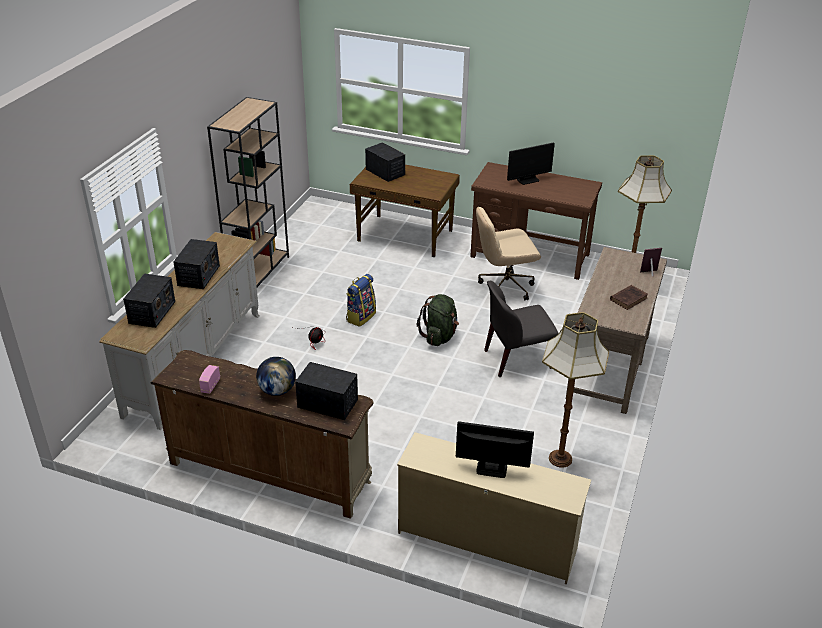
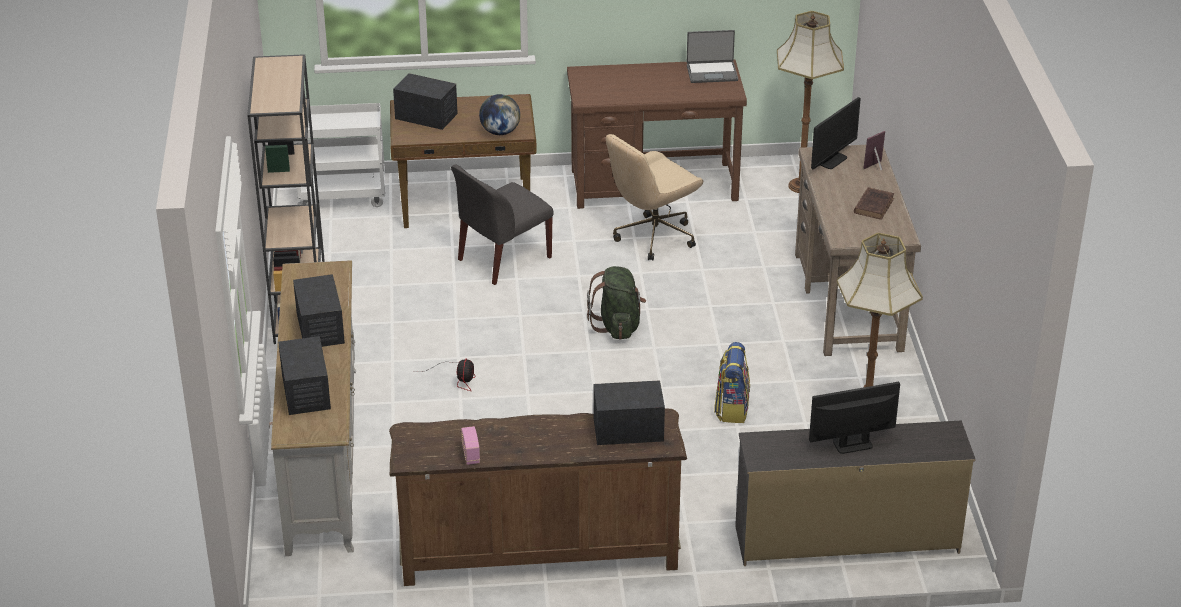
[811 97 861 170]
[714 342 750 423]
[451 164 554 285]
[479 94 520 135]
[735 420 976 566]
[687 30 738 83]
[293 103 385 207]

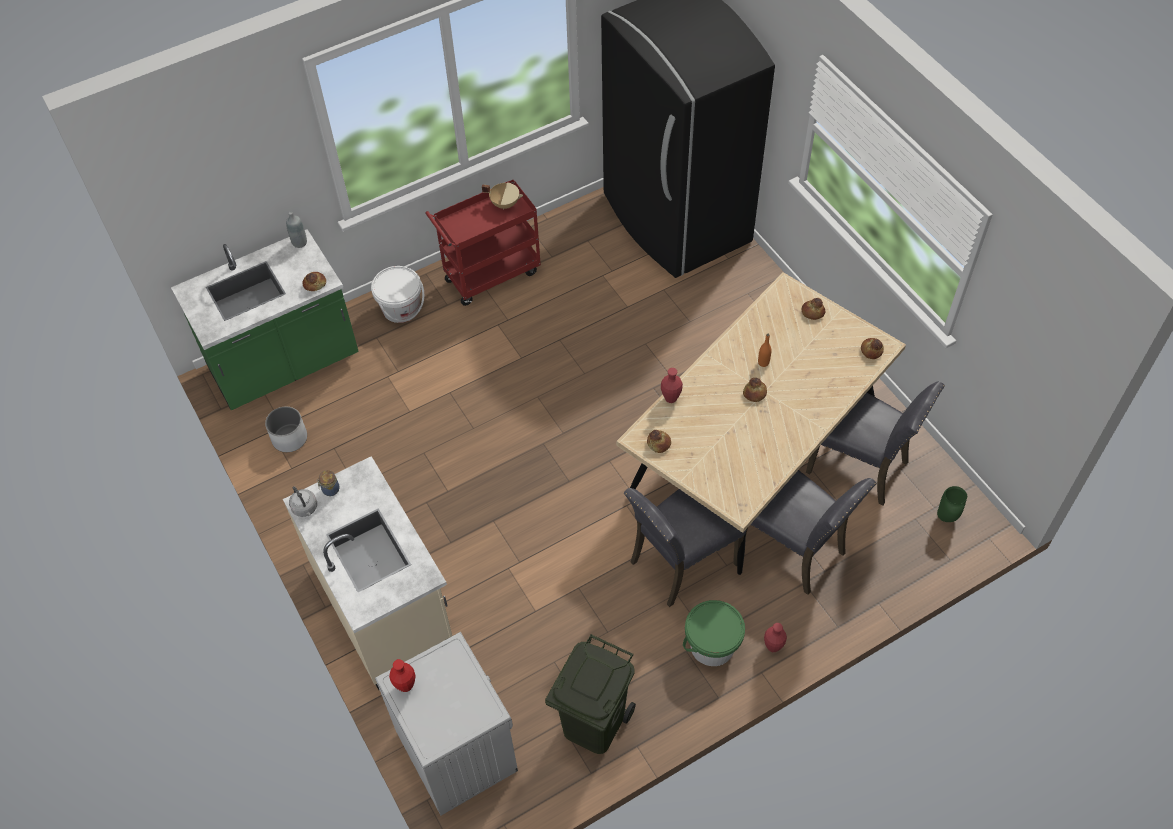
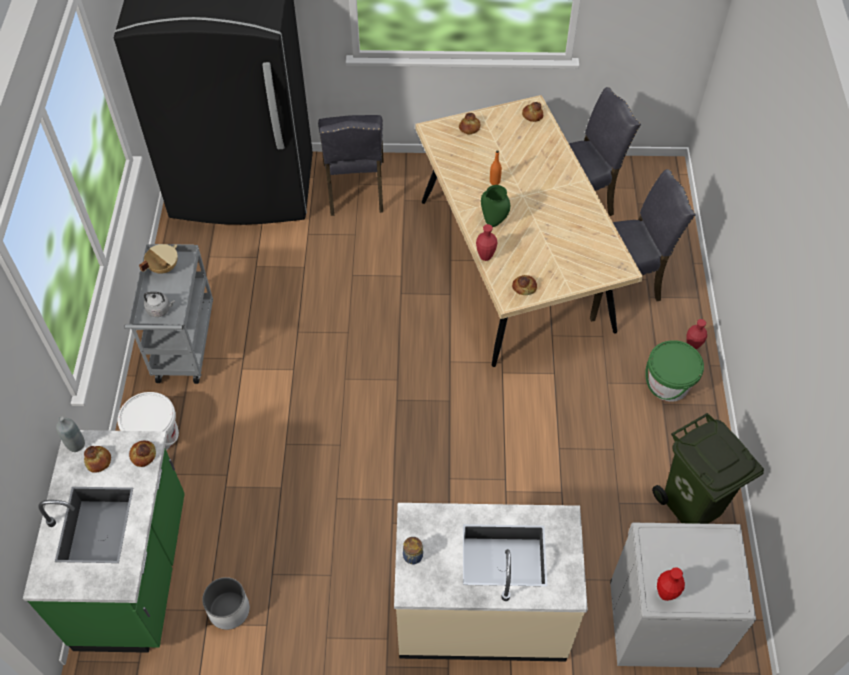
[125 244 213 384]
[84 446 111 473]
[144 292 175 317]
[481 185 510 227]
[318 115 384 216]

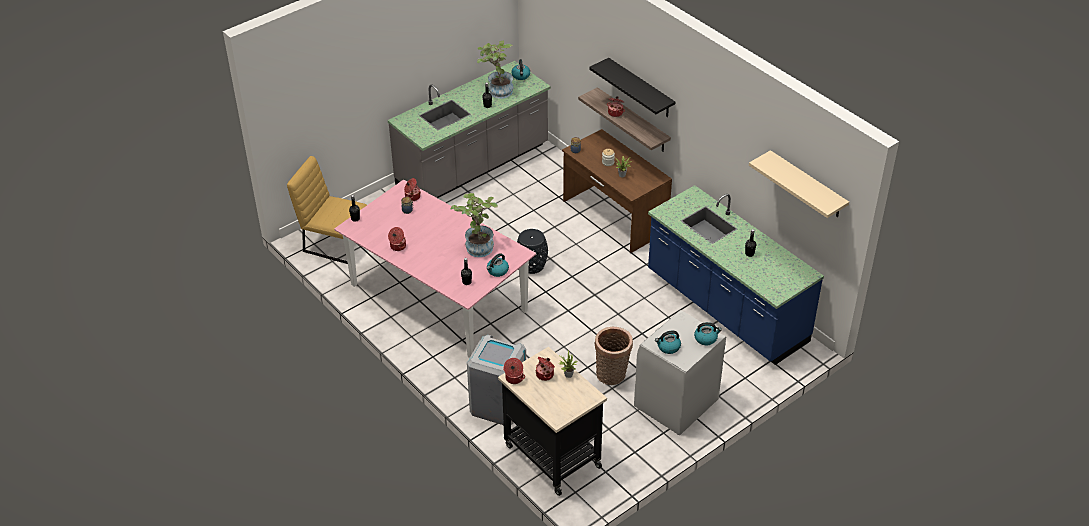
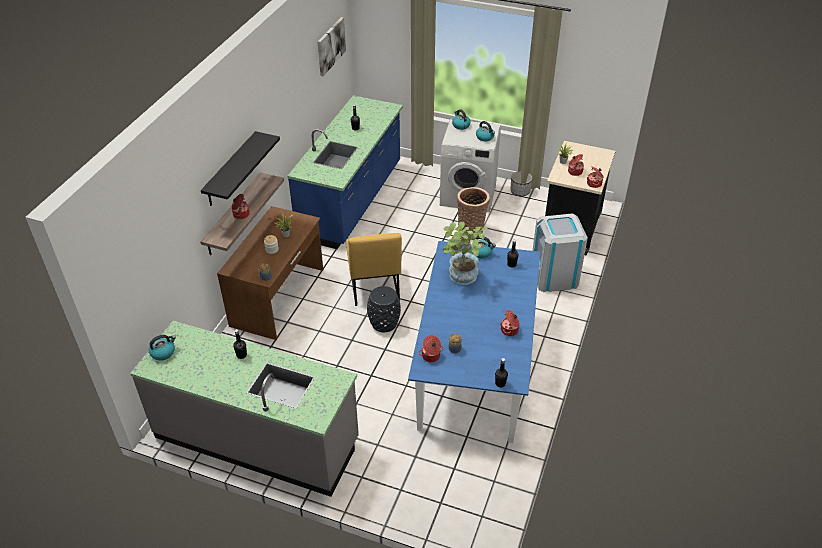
[477 41 513 99] (first image)
[318 17 346 76]
[346 233 402 306]
[408 241 540 443]
[510 171 532 196]

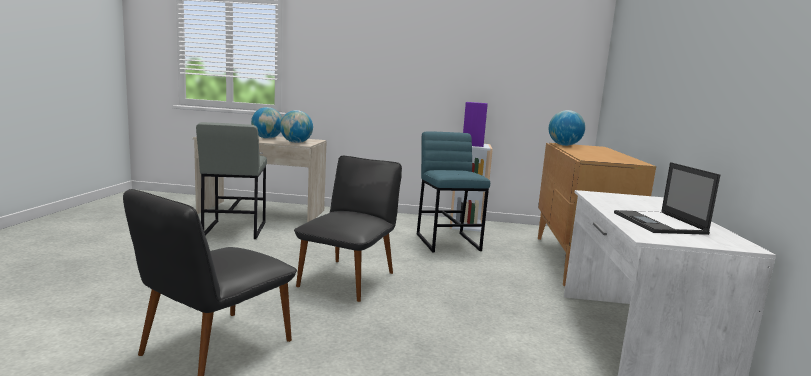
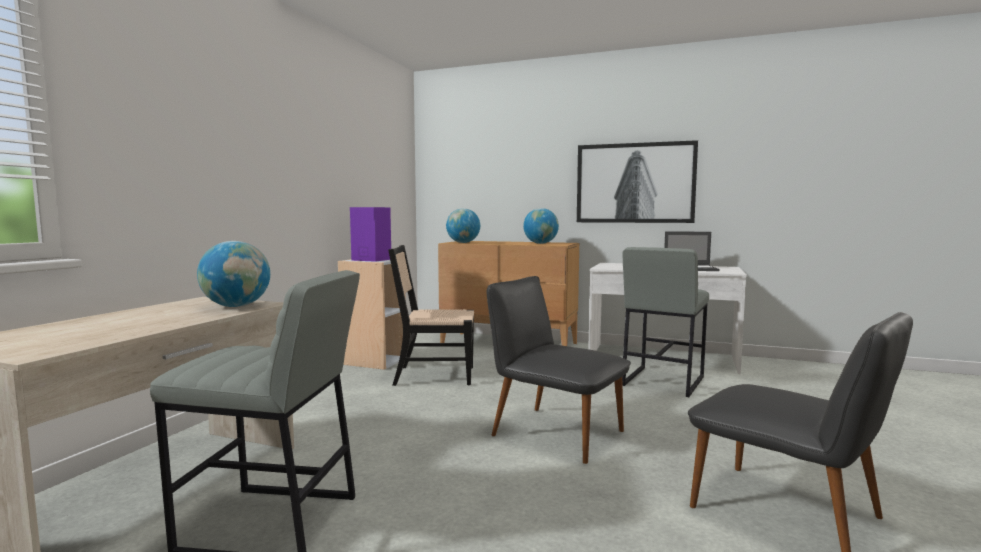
[523 208 559 244]
[388 245 474 386]
[577 140 698 223]
[622 247 709 397]

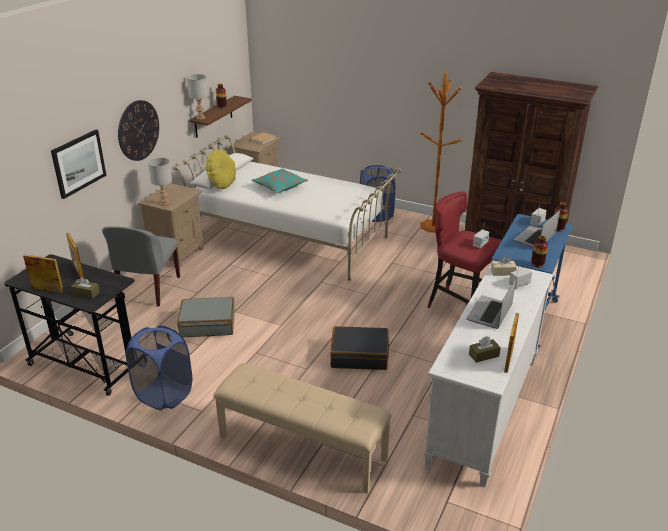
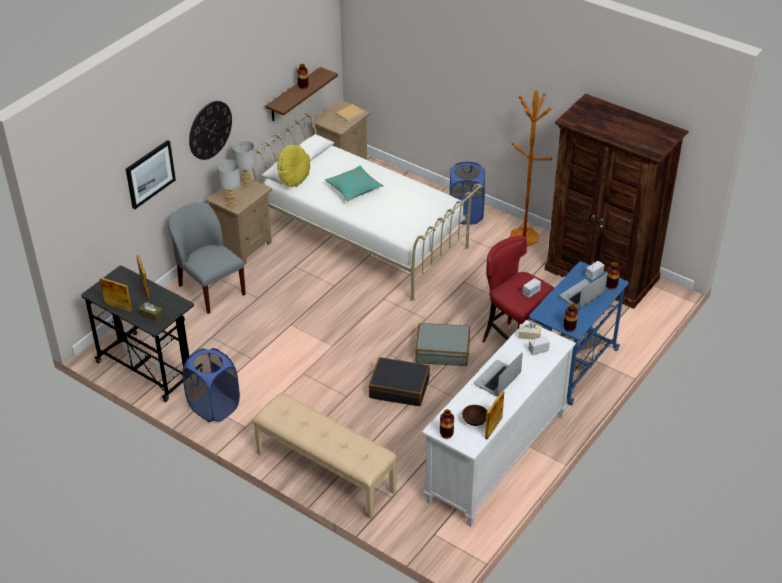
[233 141 255 187]
[168 202 246 314]
[415 323 470 366]
[462 405 487 426]
[440 409 454 439]

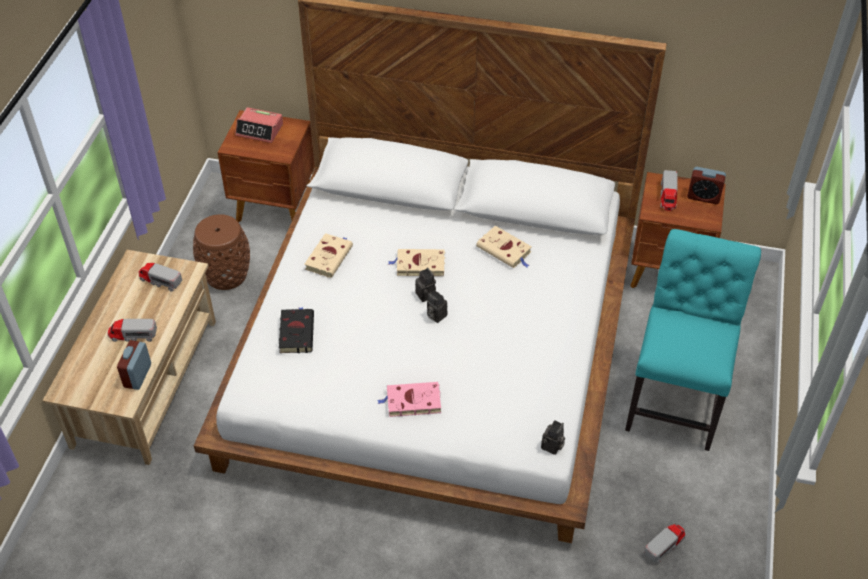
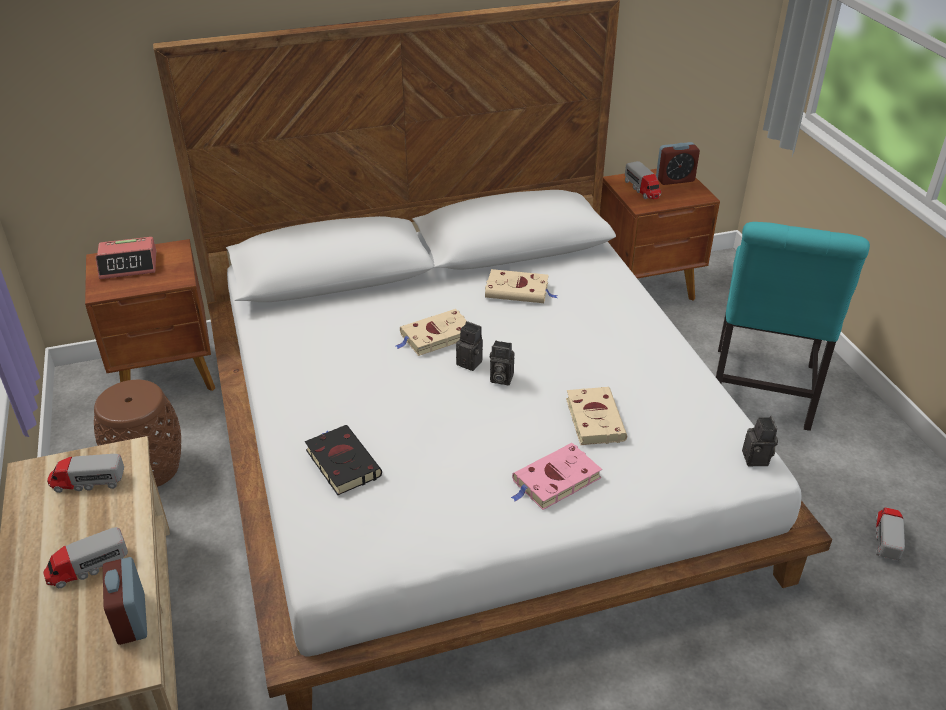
[716 222 870 431]
[566 387 627 445]

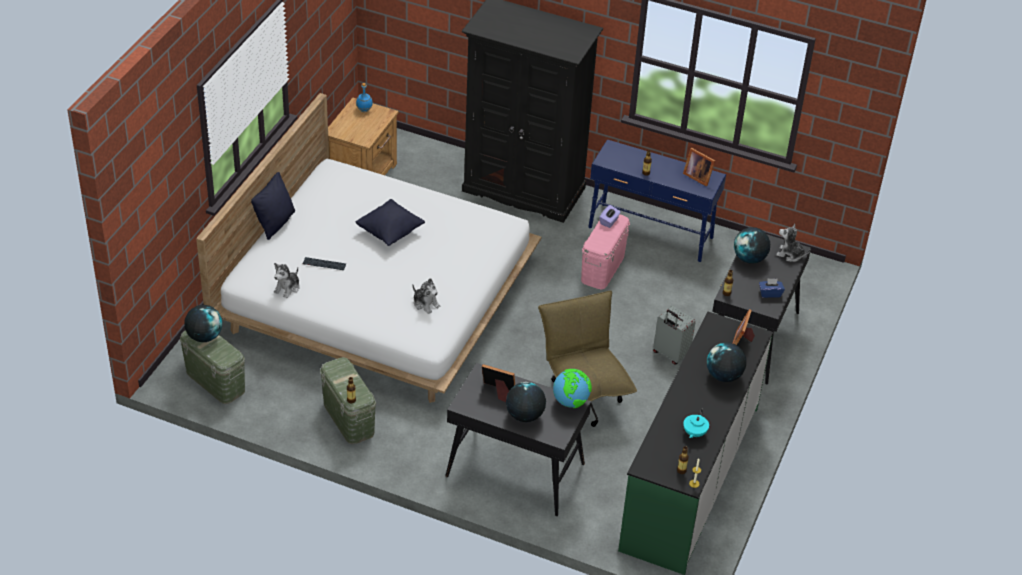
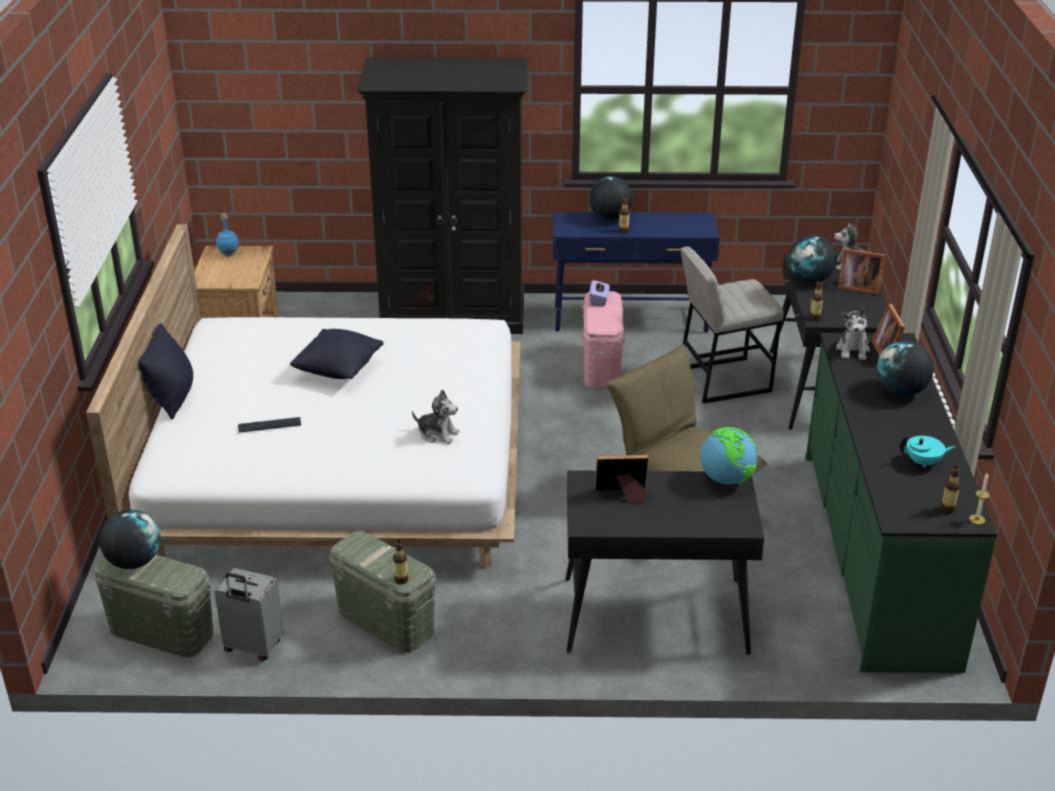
[838 249 885 295]
[836 307 870 360]
[759 278 785 298] (first image)
[214 568 284 661]
[589 176 633 221]
[900 435 956 468]
[680 246 784 404]

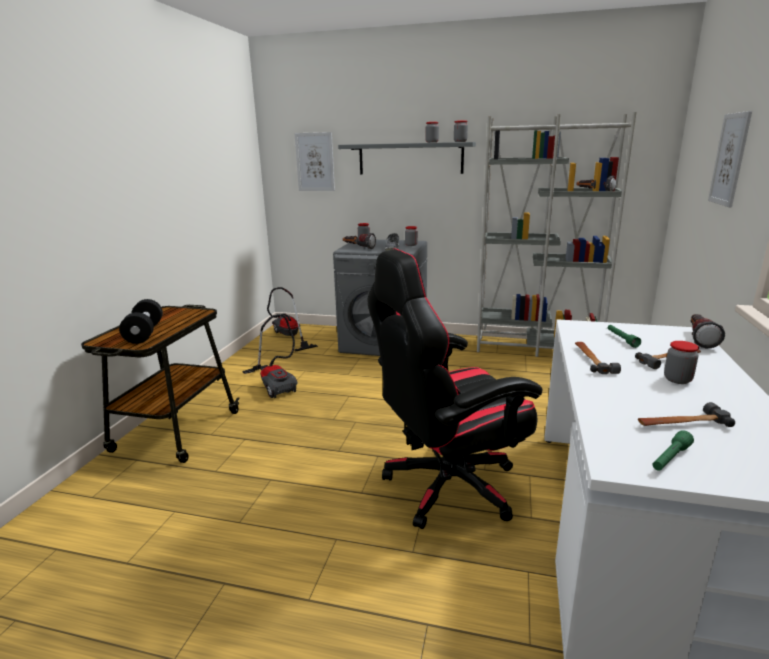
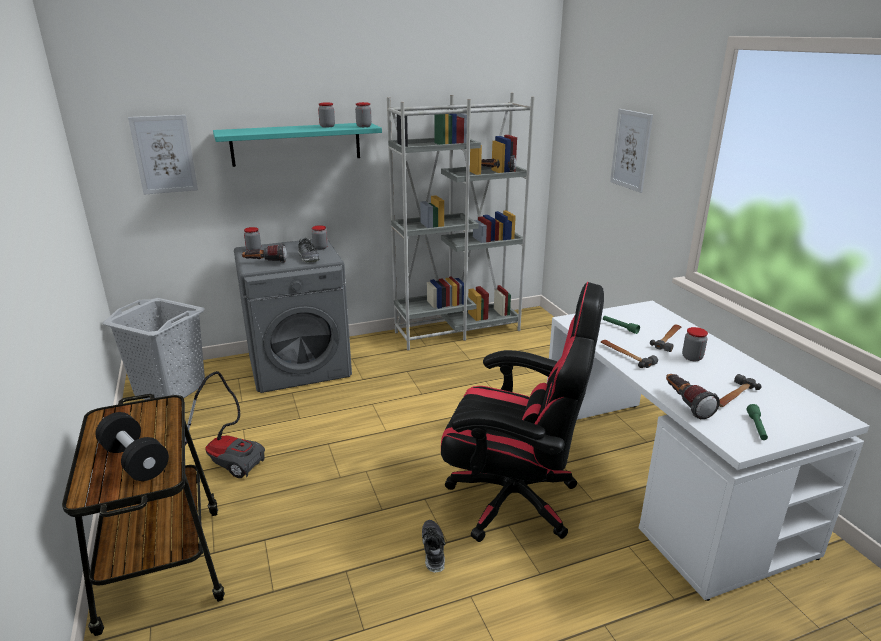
[213 123 382 167]
[441 282 604 542]
[102 298 205 400]
[666 374 720 419]
[422 520 445 572]

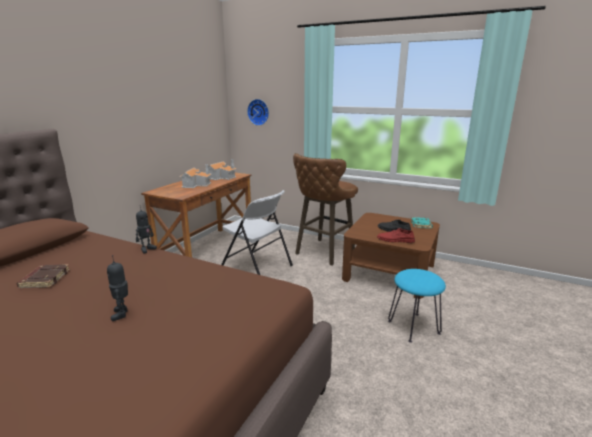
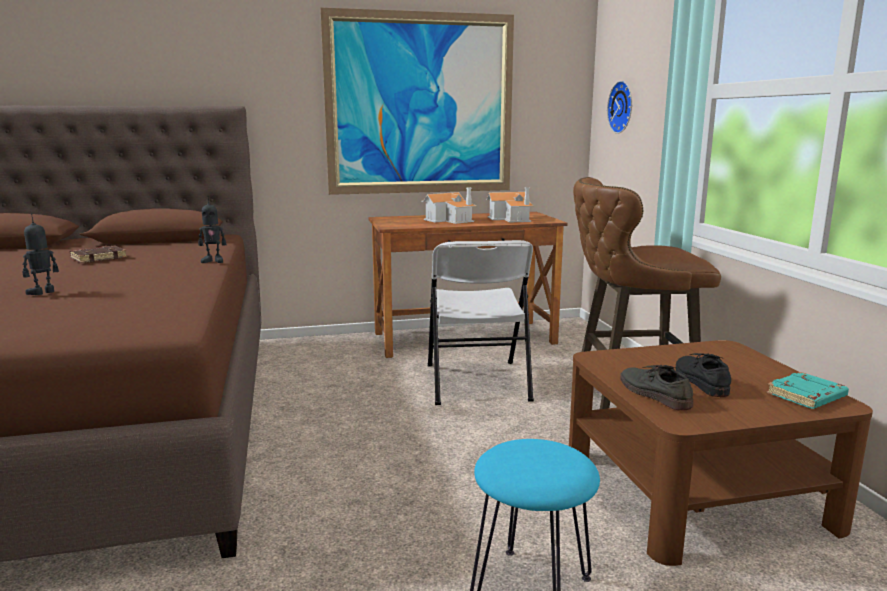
[620 365 693 410]
[320 8 514 195]

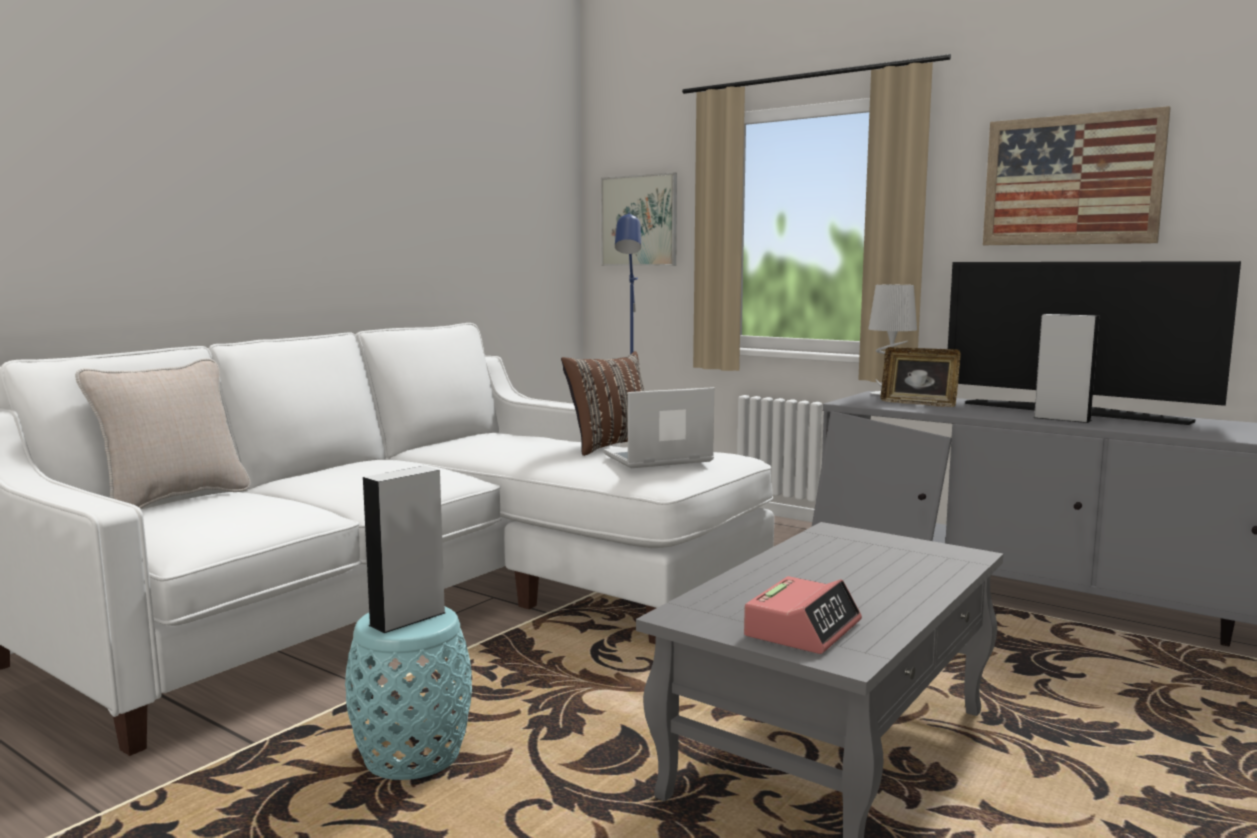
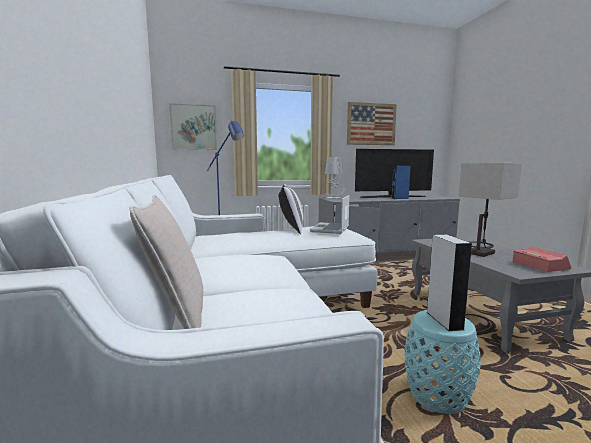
[391 165 411 199]
[881 347 961 407] (first image)
[278 184 303 234]
[459 163 522 257]

